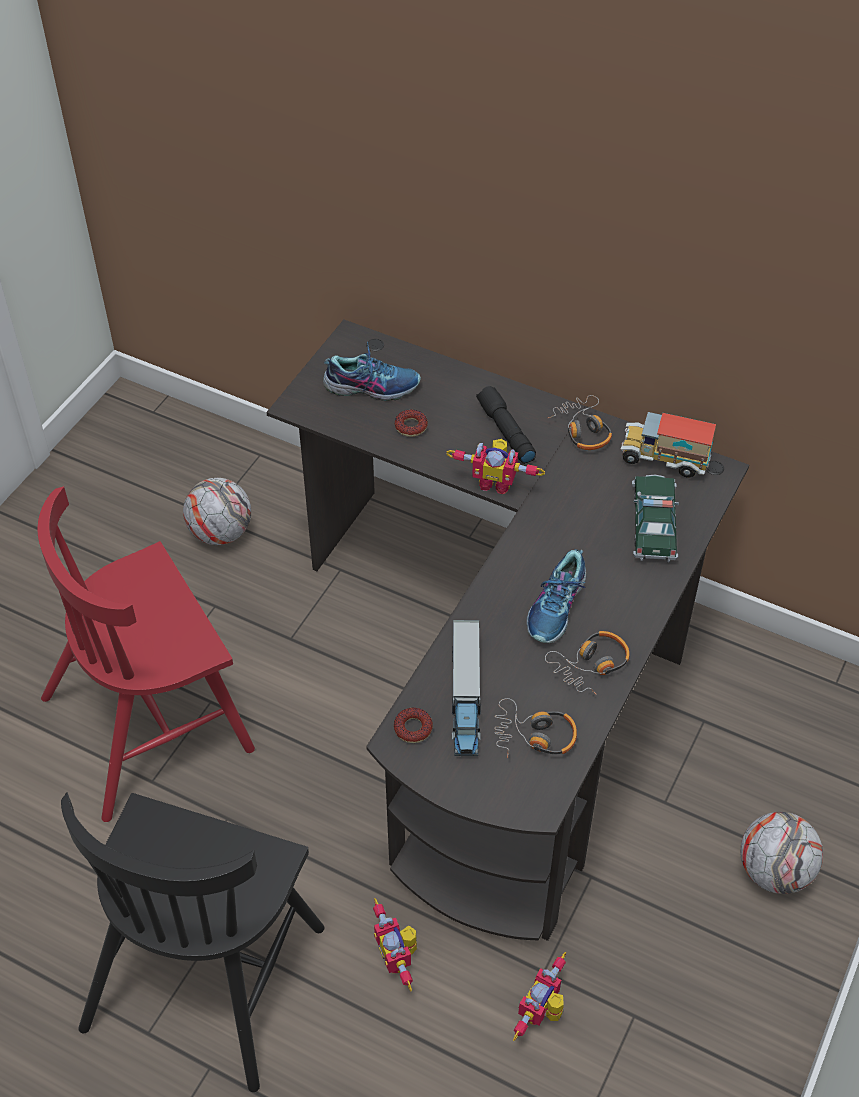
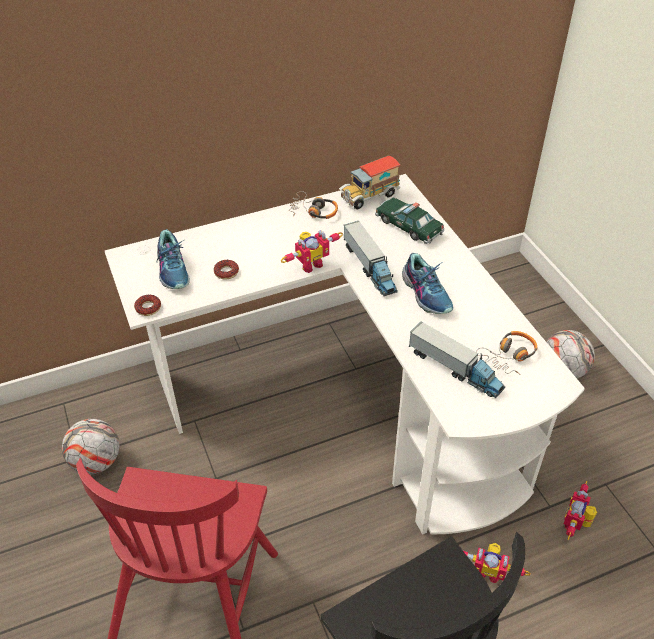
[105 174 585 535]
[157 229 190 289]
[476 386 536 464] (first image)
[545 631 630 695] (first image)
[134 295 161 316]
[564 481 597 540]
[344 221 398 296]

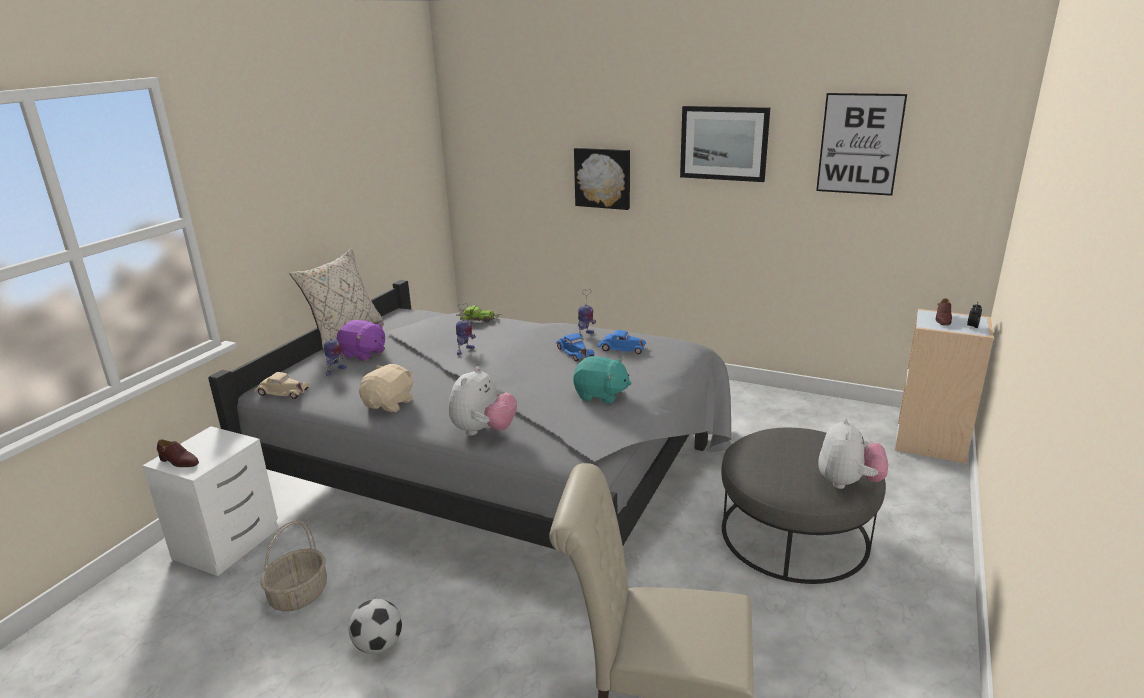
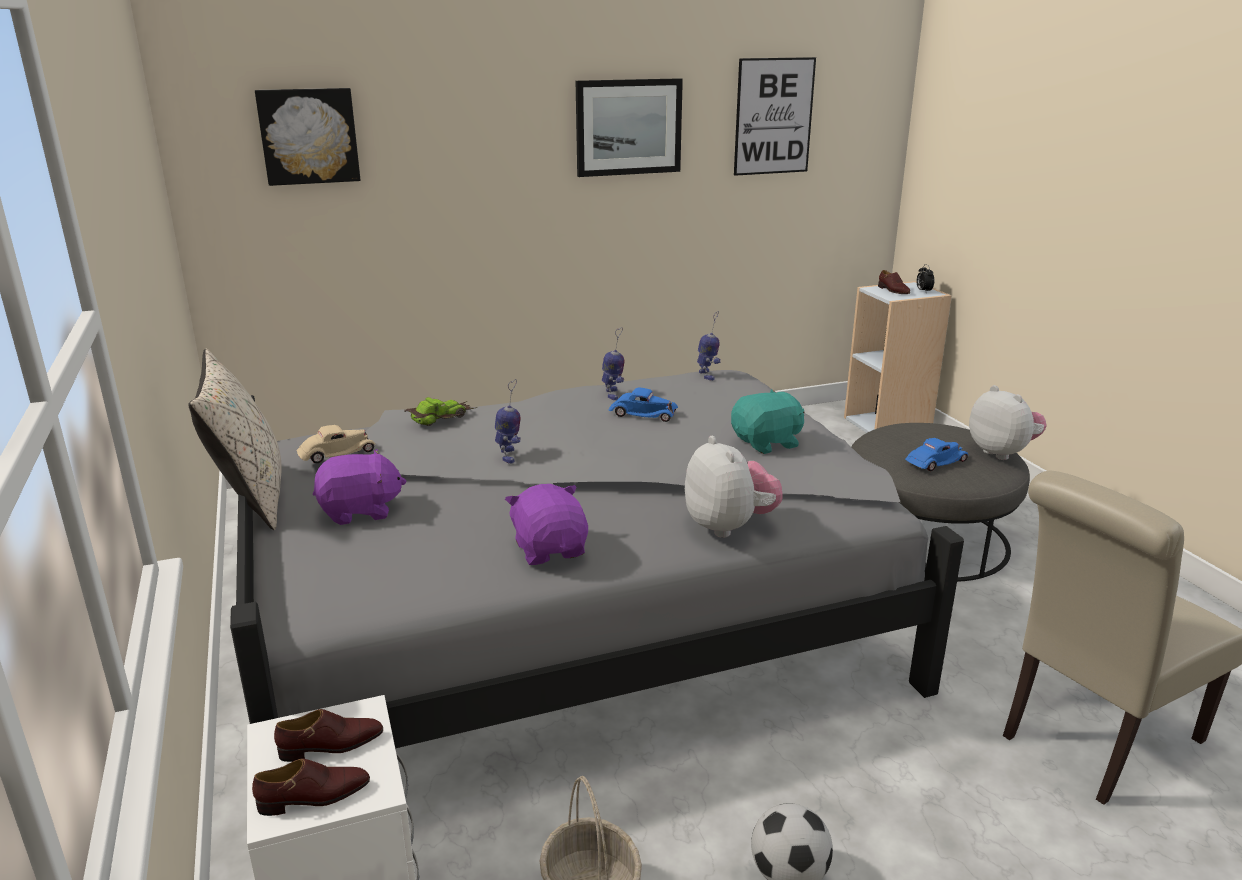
[255 88 361 186]
[697 311 721 381]
[905 438 969 471]
[505 484 588 565]
[296 425 376 463]
[274 709 383 762]

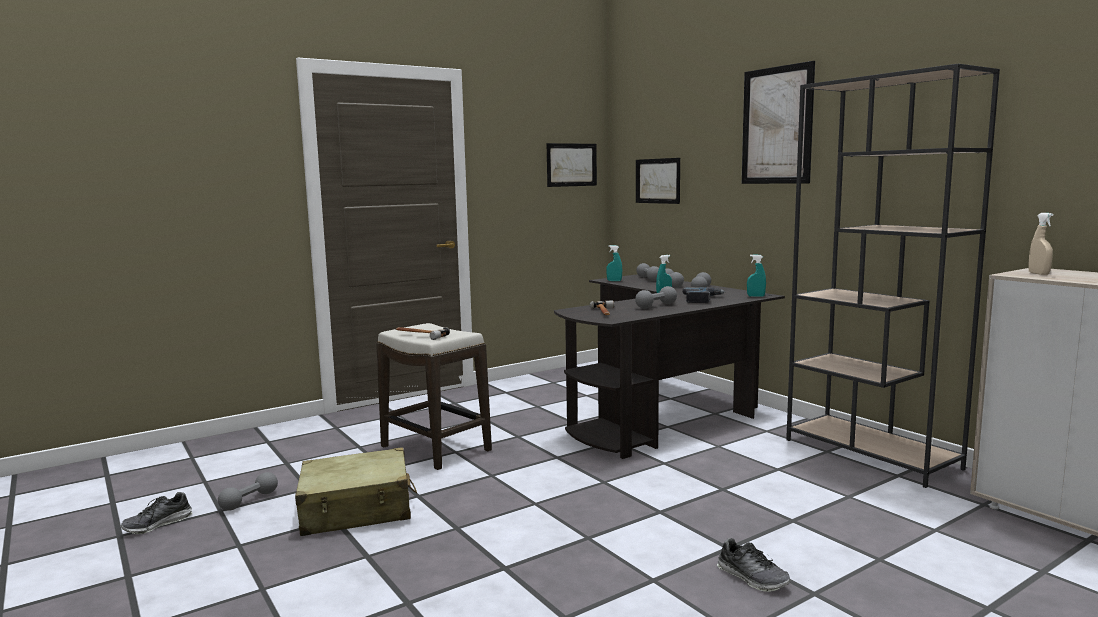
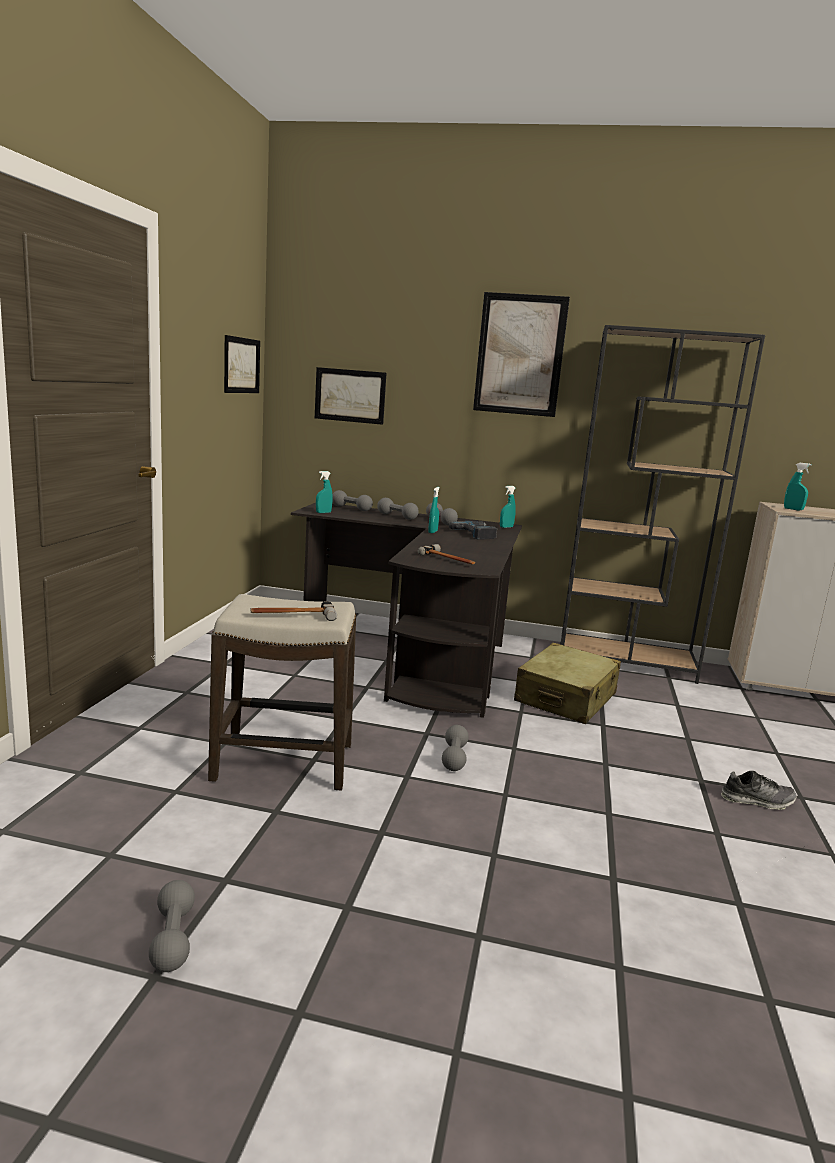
[784 463 812 510]
[442 725 469 771]
[514 643 621 724]
[121 492 192 534] (first image)

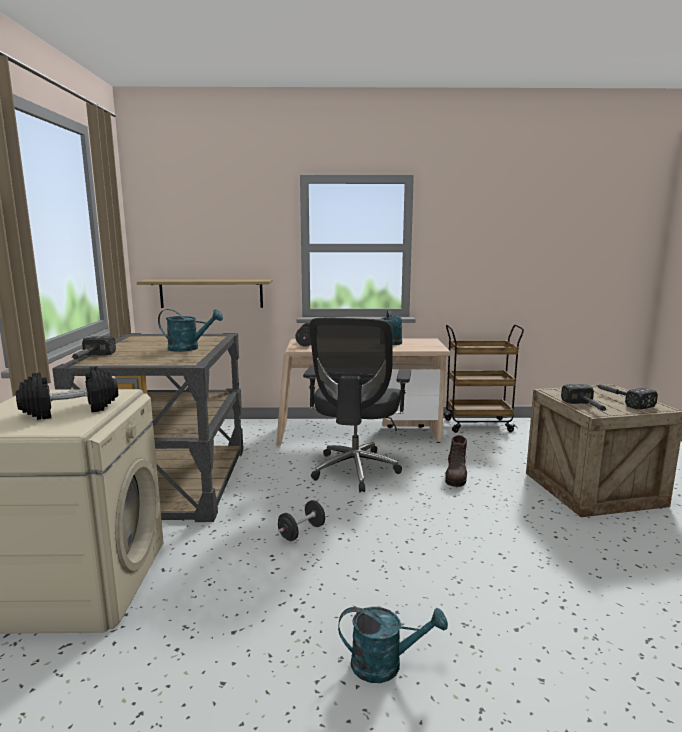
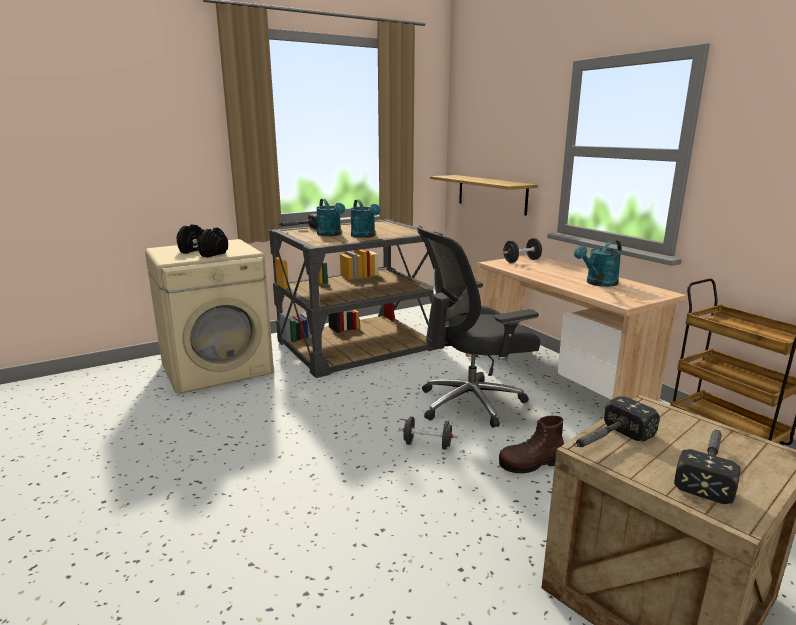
[399 416 458 450]
[316 199 345 236]

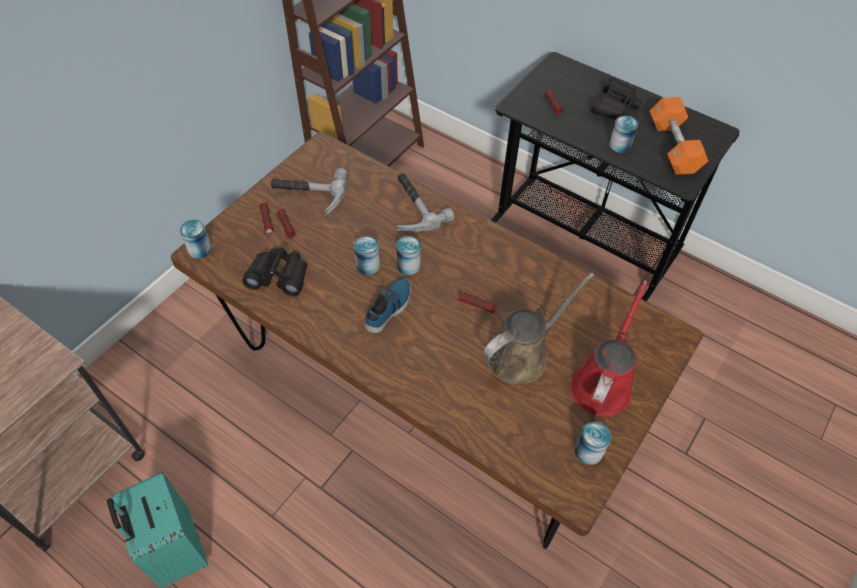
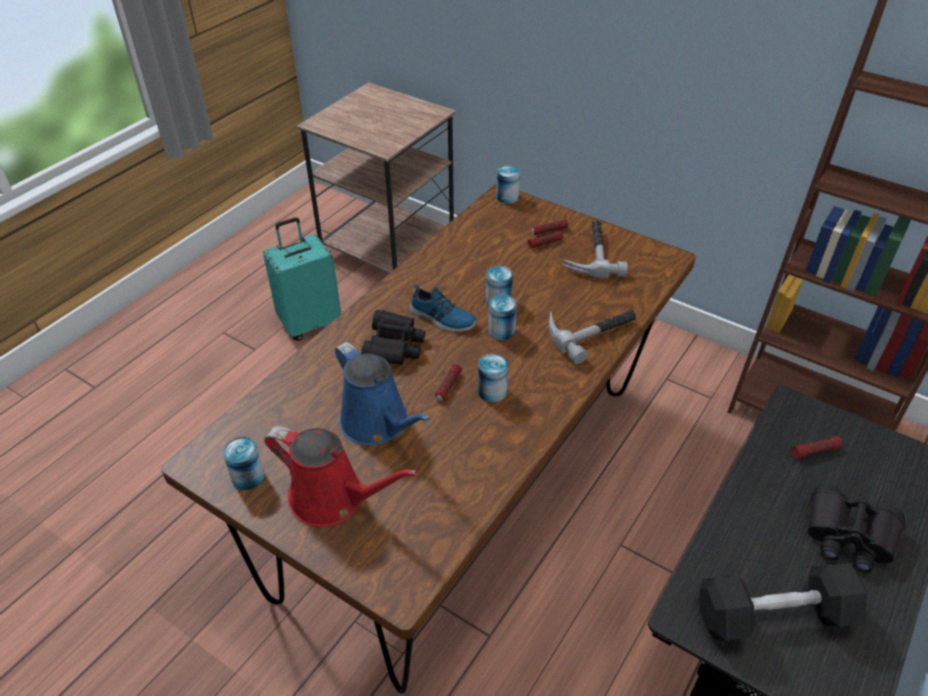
[700 563 867 641]
[478 354 508 402]
[361 310 425 365]
[335 342 430 445]

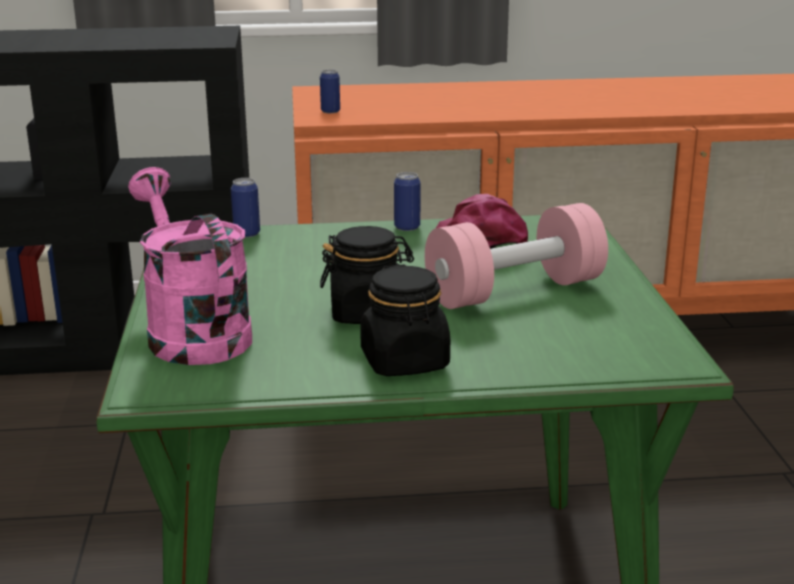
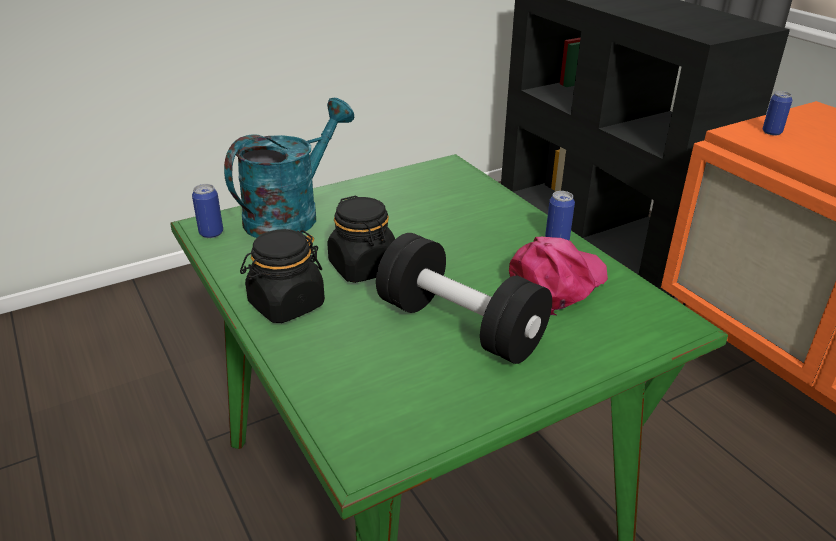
[224 98 354 238]
[192 184 223 238]
[376 233 552 364]

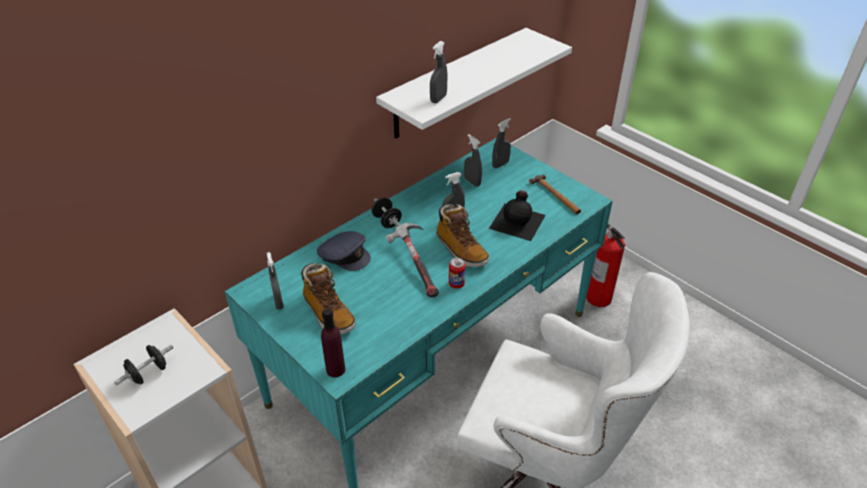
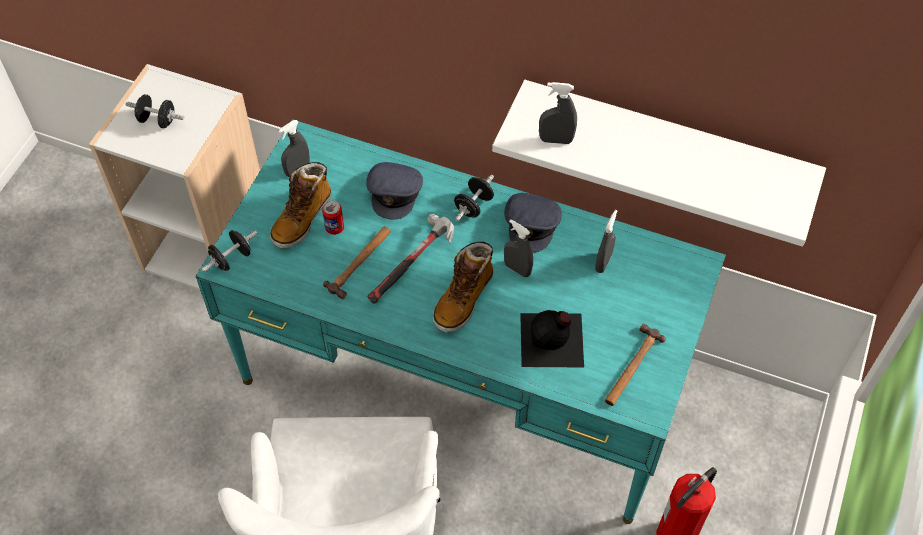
[492 118 511 168] (first image)
[322 200 344 235]
[201 230 257 272]
[504 193 562 252]
[323 226 391 299]

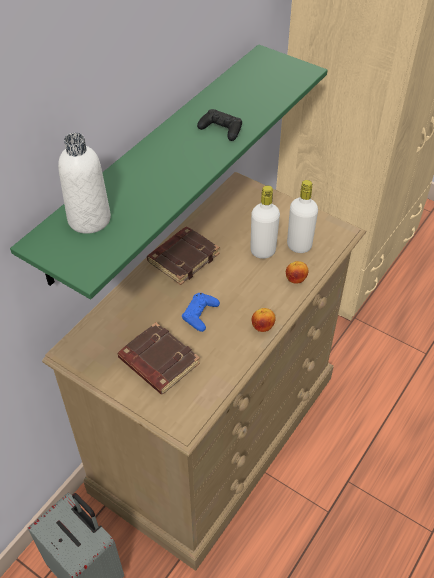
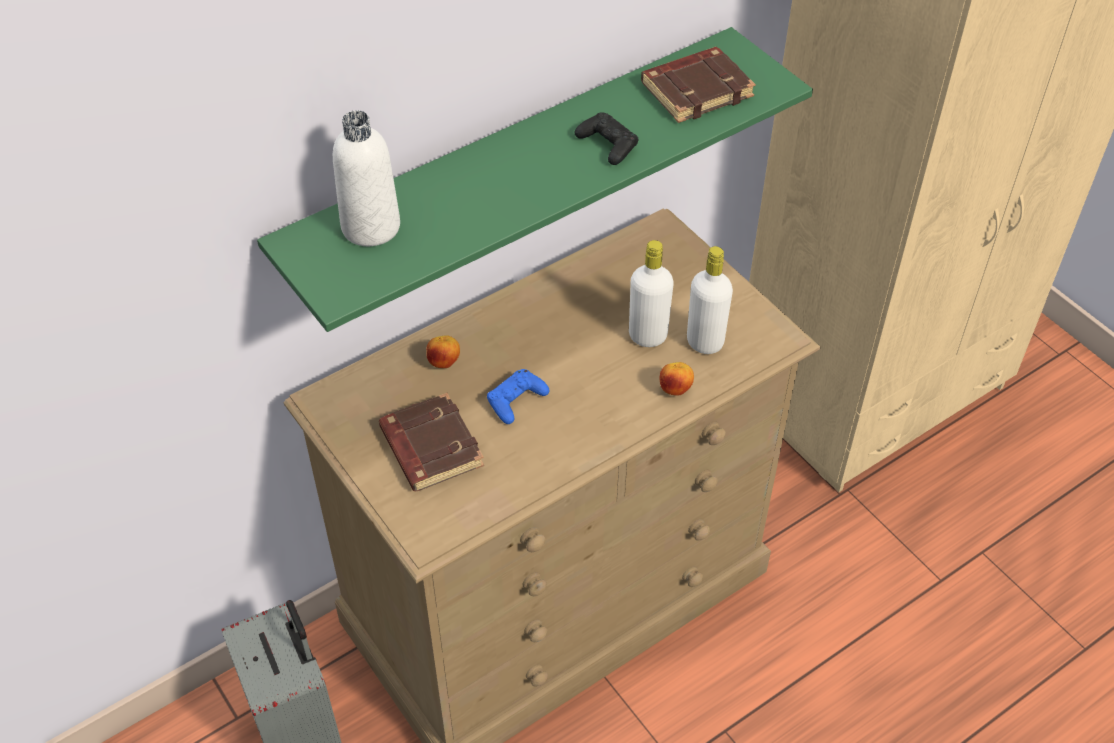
[641 47 756 123]
[426 335 460 368]

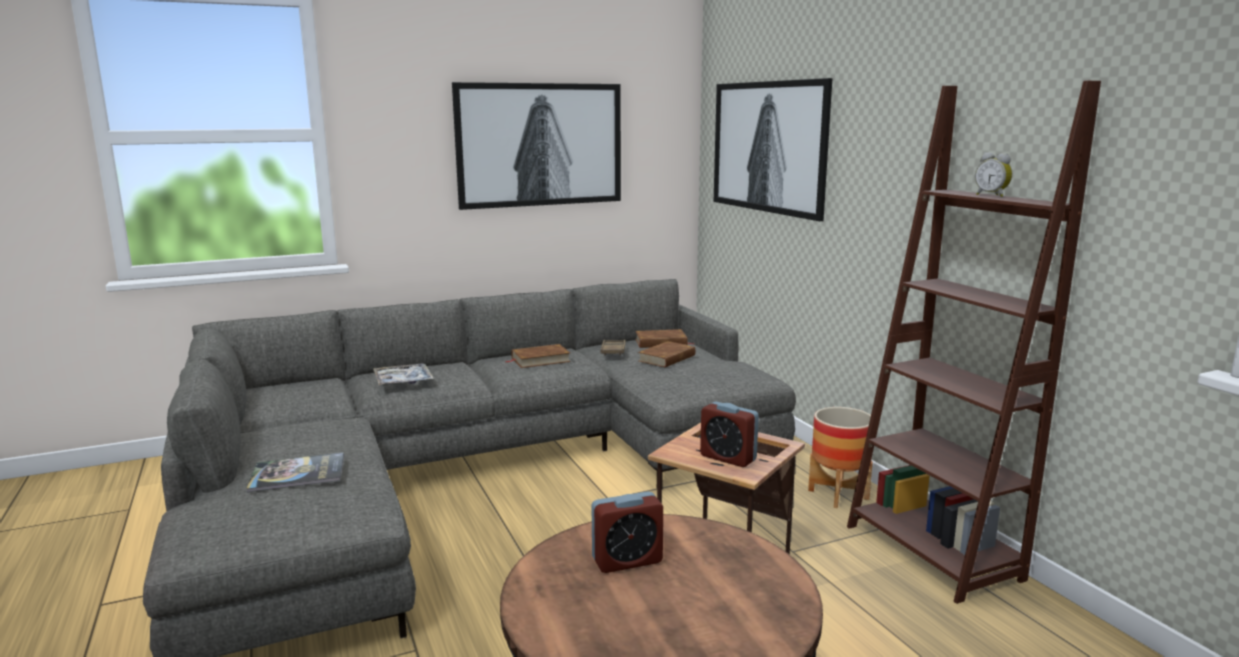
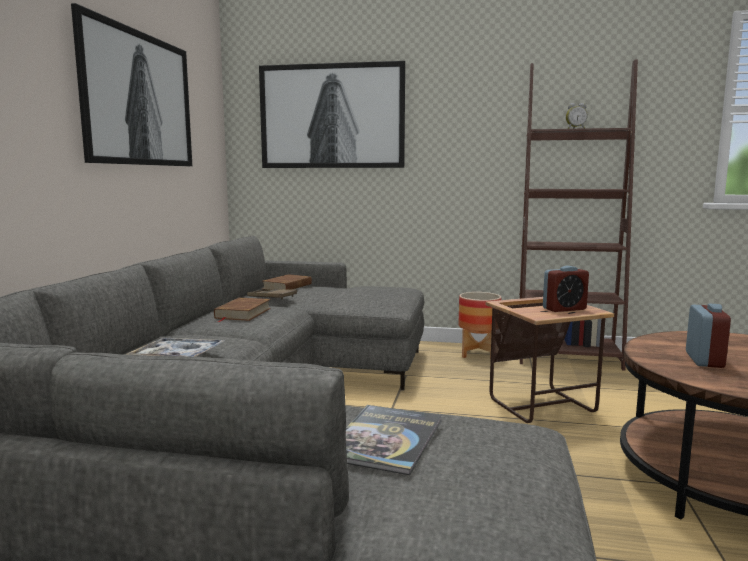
[638 341 695 367] (first image)

